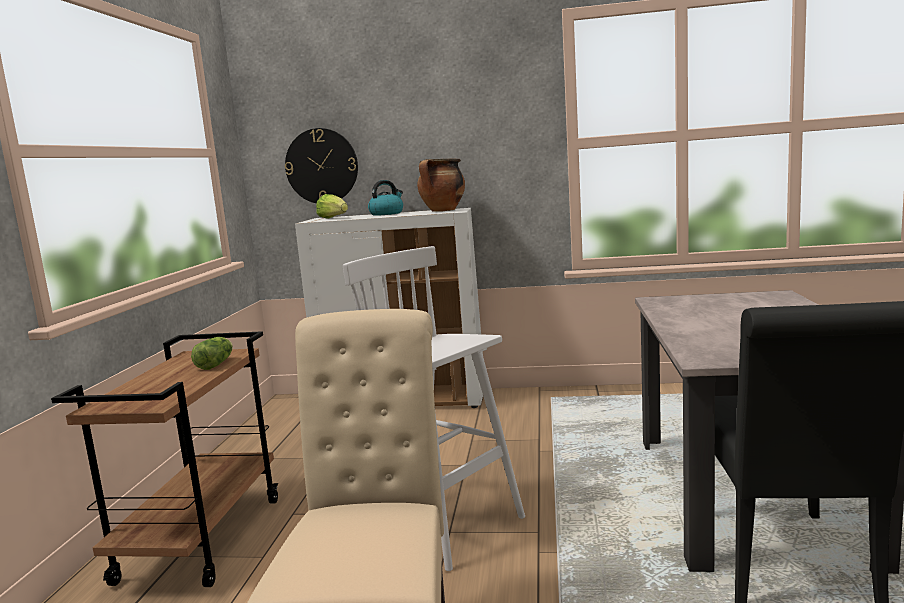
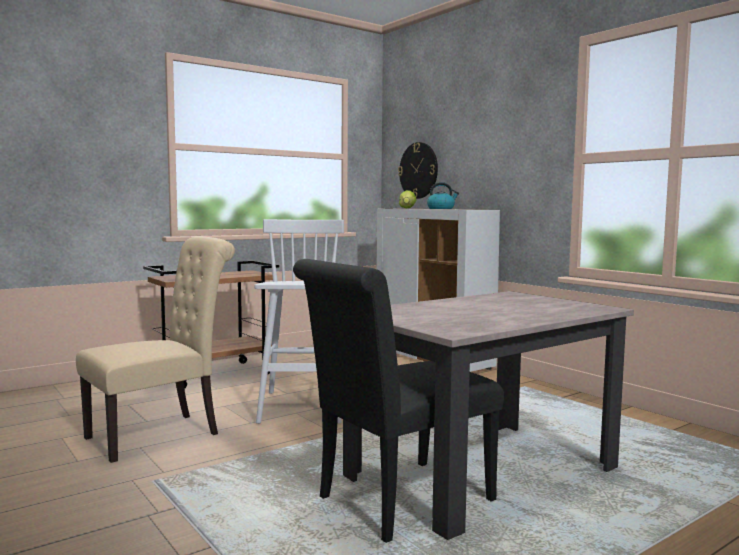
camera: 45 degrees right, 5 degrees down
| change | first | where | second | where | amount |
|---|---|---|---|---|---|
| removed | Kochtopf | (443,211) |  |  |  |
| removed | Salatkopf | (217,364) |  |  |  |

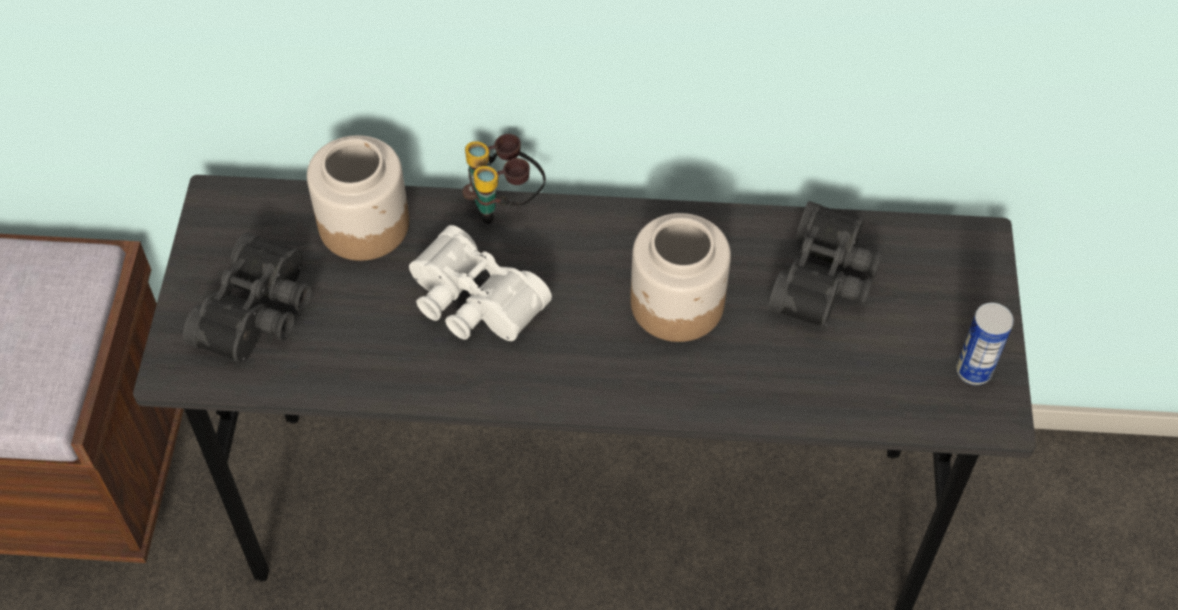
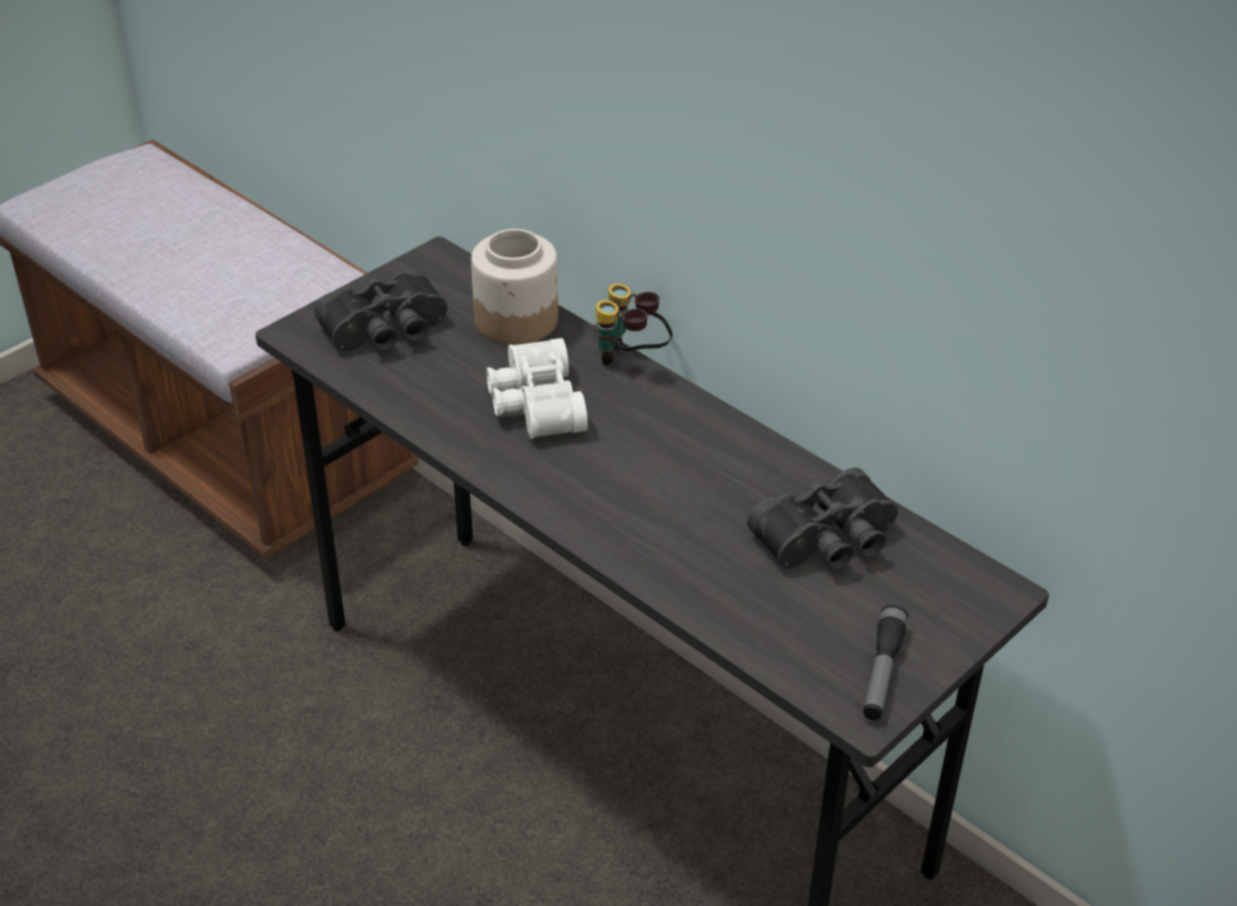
camera: 40 degrees right, 15 degrees down
| change | first | where | second | where | amount |
|---|---|---|---|---|---|
| removed | Vorratsglas | (677,304) |  |  |  |
| replaced | Dose | (973,371) | Taschenlampe | (882,672) |  |

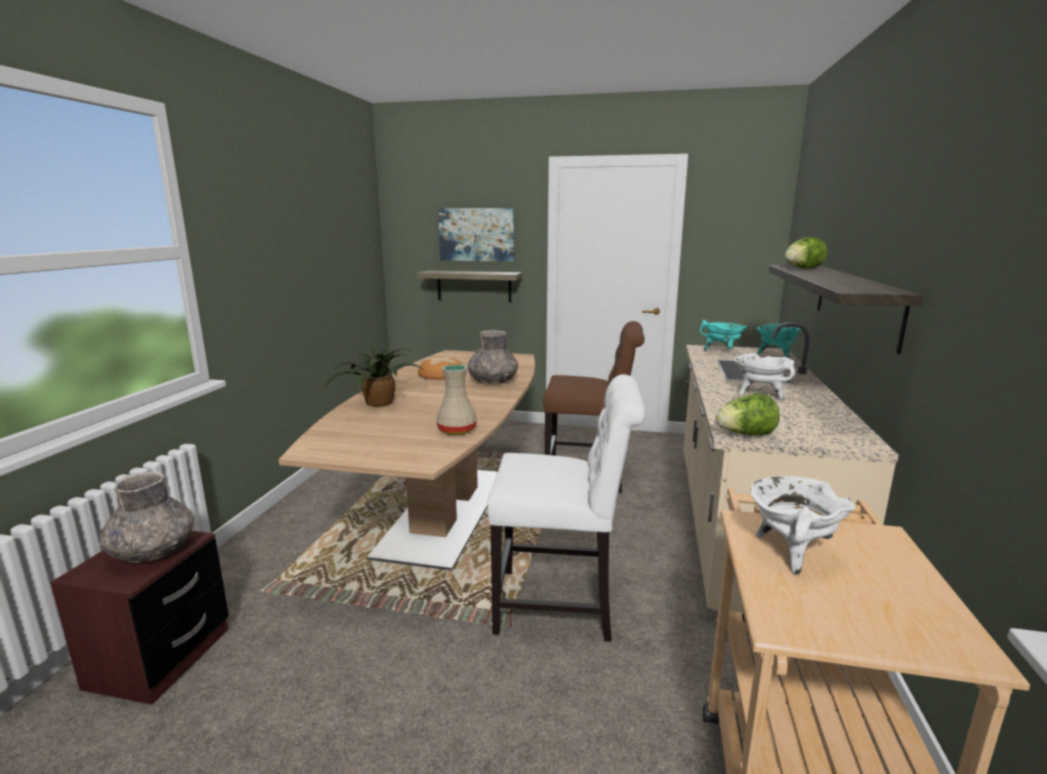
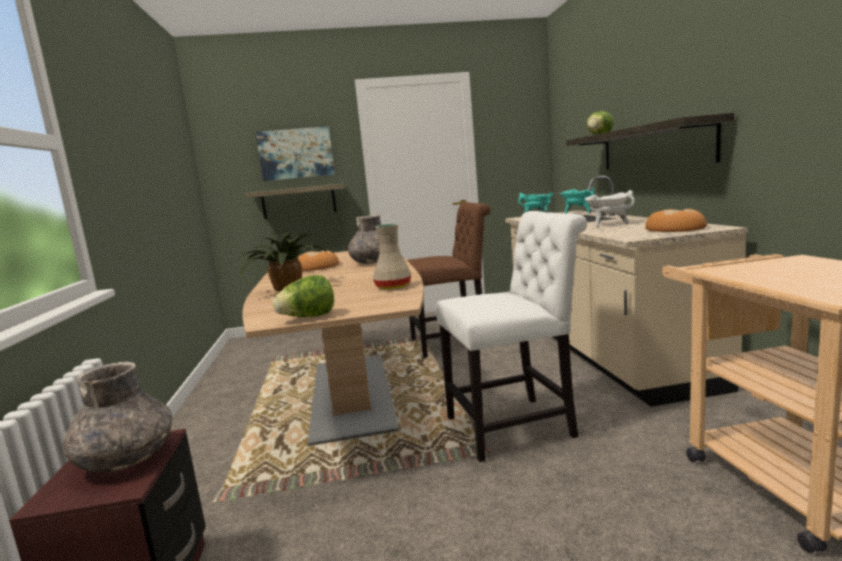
camera: 20 degrees left, 5 degrees down
| change | first | where | second | where | amount |
|---|---|---|---|---|---|
| moved | Salatkopf | (745,434) |  | (308,317) |  |
| removed | Kochtopf [weiß] | (791,552) |  |  |  |
| added |  |  | Brot | (675,229) |  |

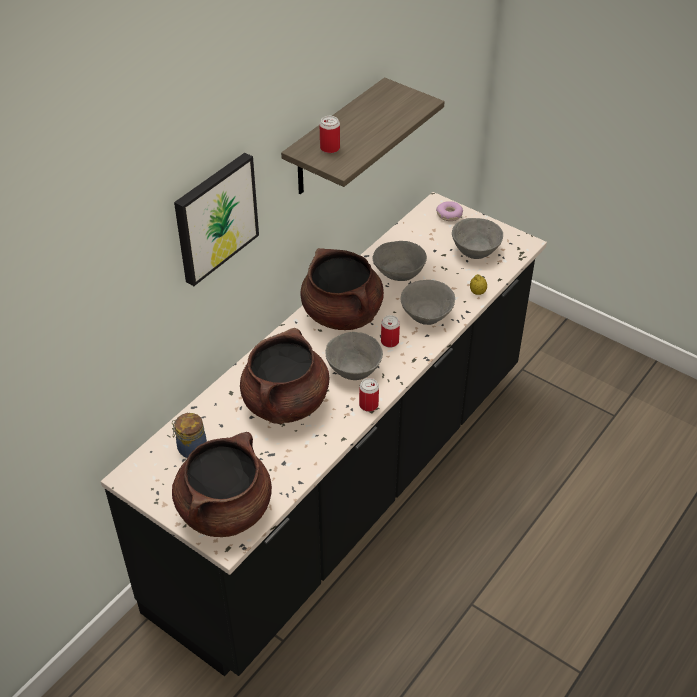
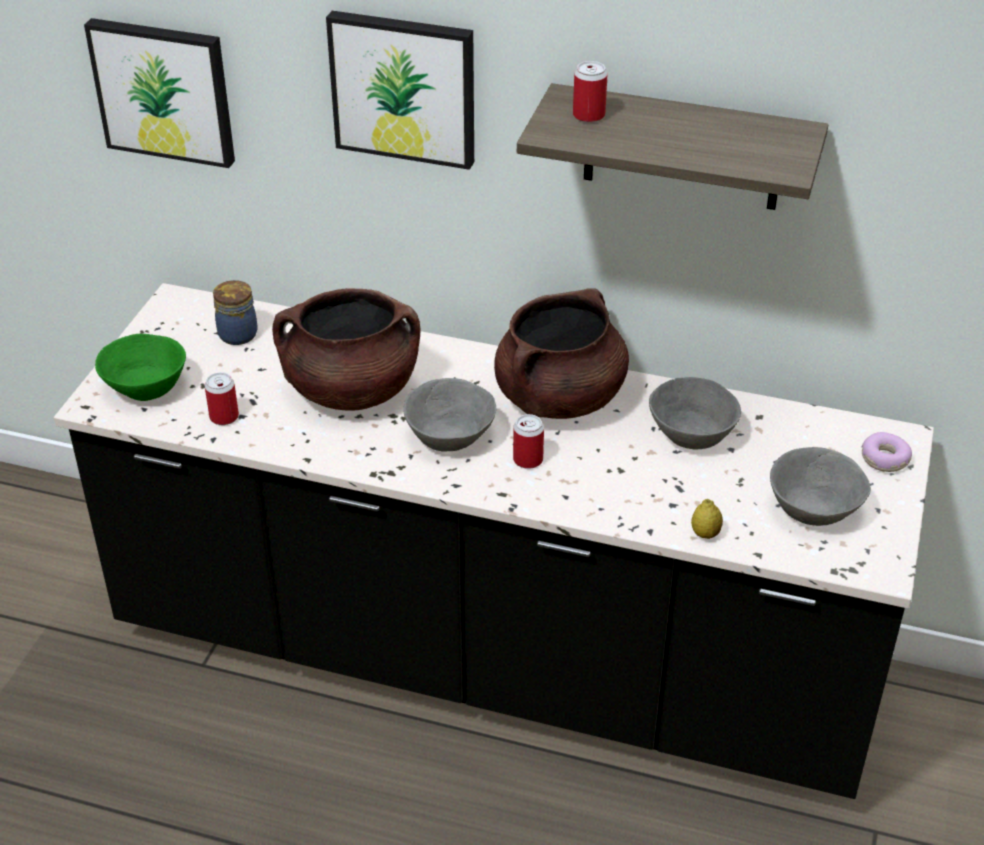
camera: 70 degrees right, 5 degrees down
| change | first | where | second | where | amount |
|---|---|---|---|---|---|
| removed | Schüssel [grau] | (426,314) |  |  |  |
| moved | Dose | (368,405) |  | (224,417) |  |
| replaced | Kochtopf [braun] | (225,509) | Schüssel [grün] | (147,387) |  |
| added |  |  | Bild | (164,90) |  |

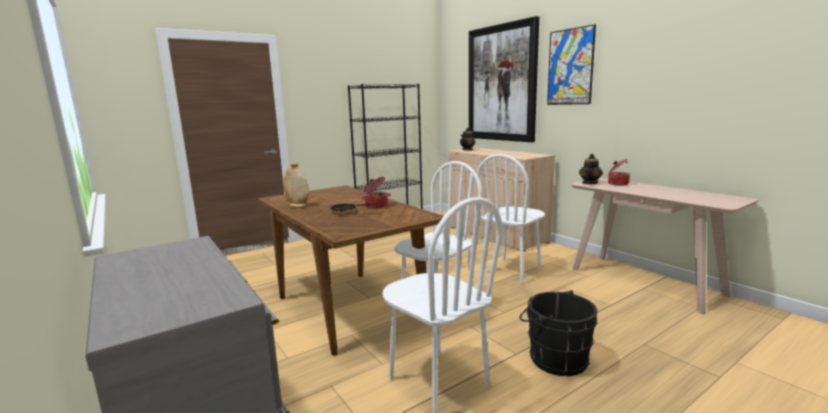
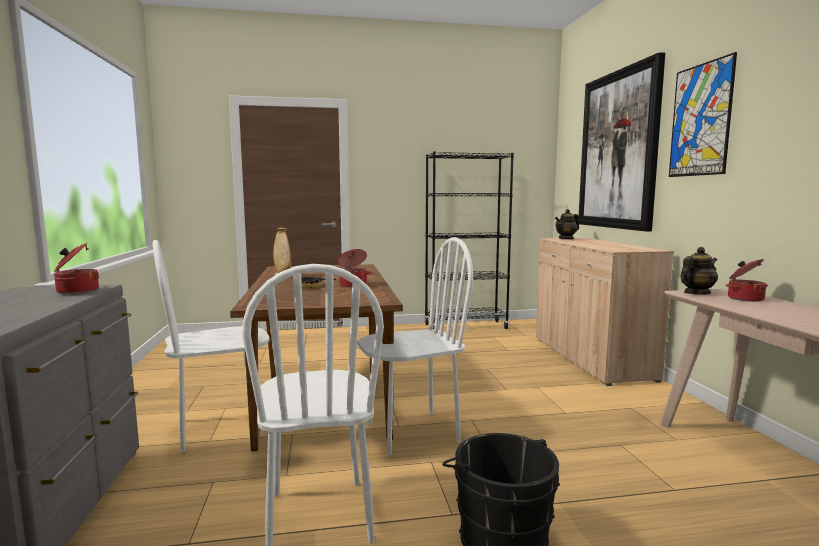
camera: 25 degrees right, 5 degrees down
| change | first | where | second | where | amount |
|---|---|---|---|---|---|
| moved | Stuhl [weiß] | (511,270) |  | (220,428) |  |
| added |  |  | Kochtopf | (76,291) |  |

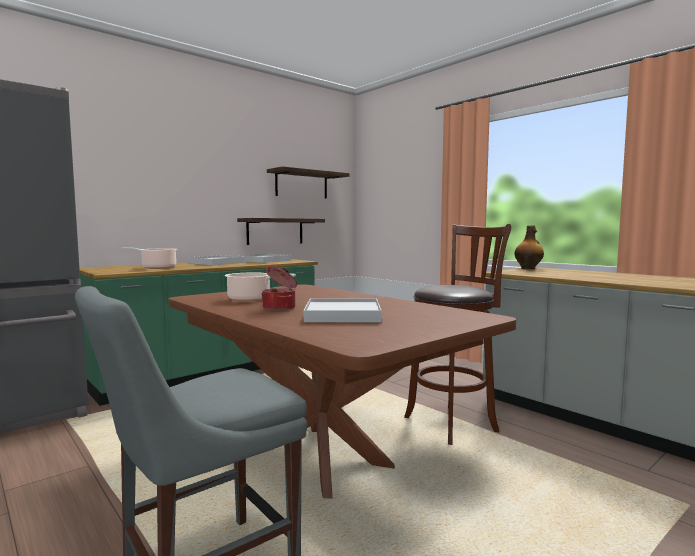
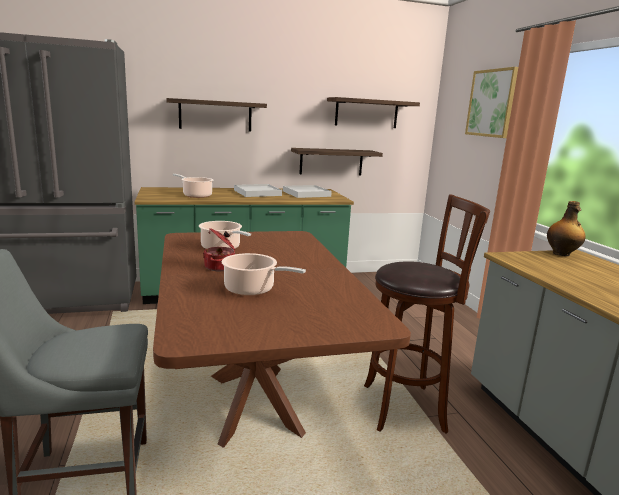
camera: 25 degrees right, 10 degrees up
| change | first | where | second | where | amount |
|---|---|---|---|---|---|
| replaced | Tablett [weiß] | (343,315) | Kochtopf | (252,289) |  |
| added |  |  | Bild | (491,103) |  |
| added |  |  | Wandregal | (215,115) |  |

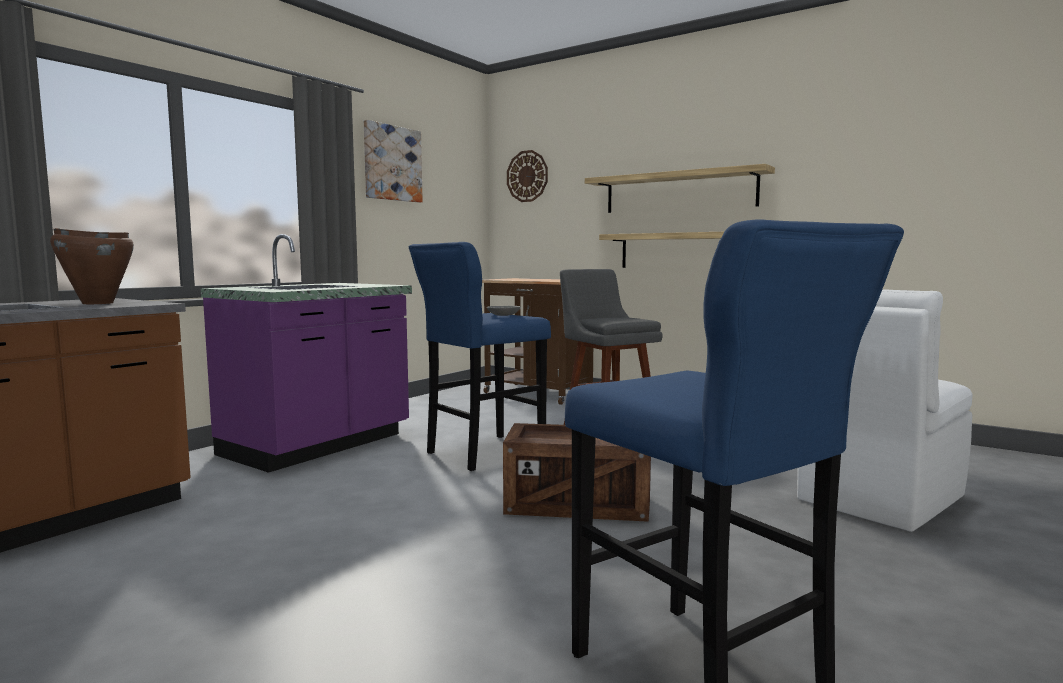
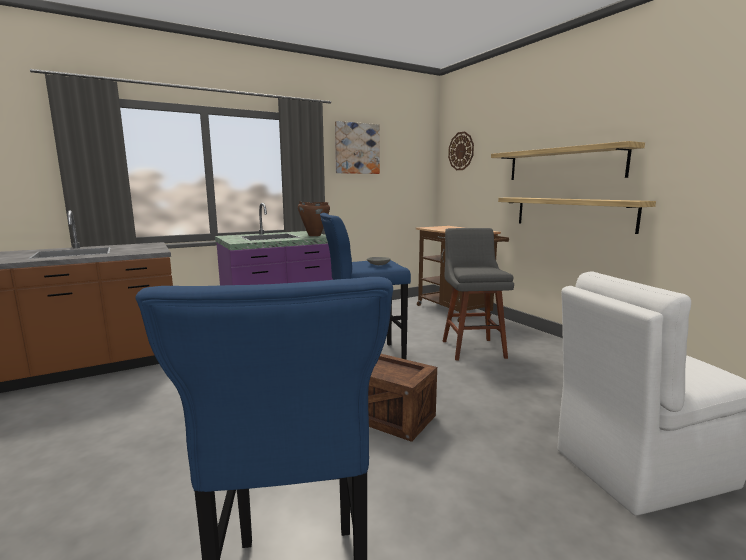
camera: 25 degrees right, 5 degrees up
| change | first | where | second | where | amount |
|---|---|---|---|---|---|
| moved | Kochtopf [braun] | (97,303) |  | (314,235) |  |

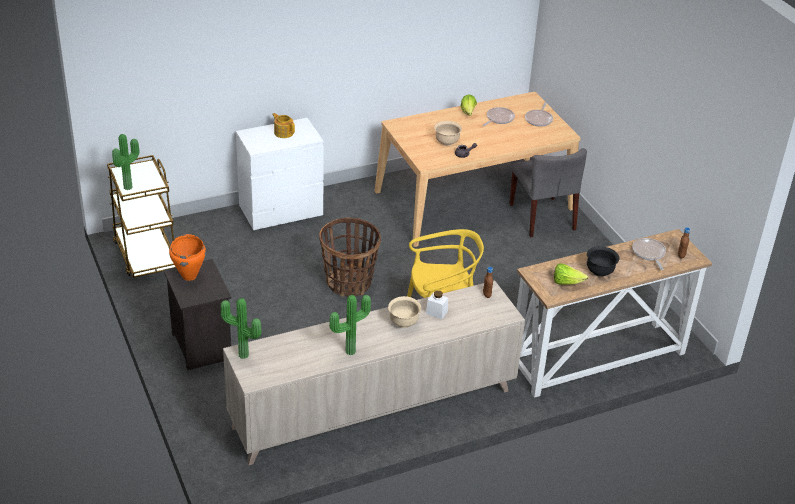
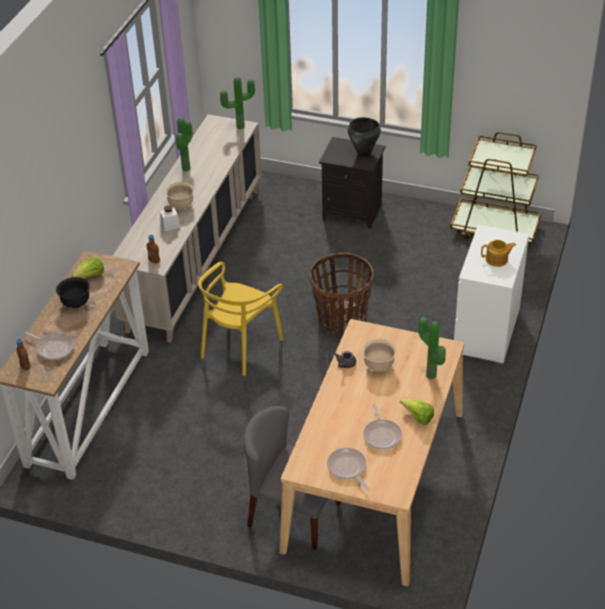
camera: 135 degrees right, 5 degrees up
| change | first | where | second | where | amount |
|---|---|---|---|---|---|
| moved | Topfpflanze | (129,188) |  | (429,376) |  |
| recoloured | Kochtopf [orange] | (189,276) | Kochtopf [schwarz] | (364,153) |  |

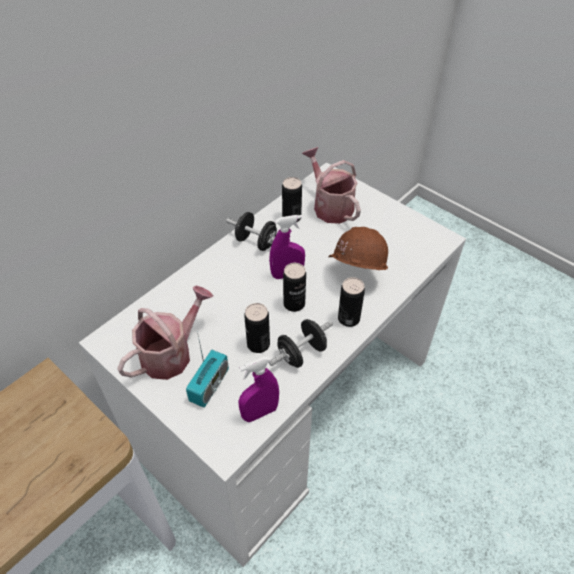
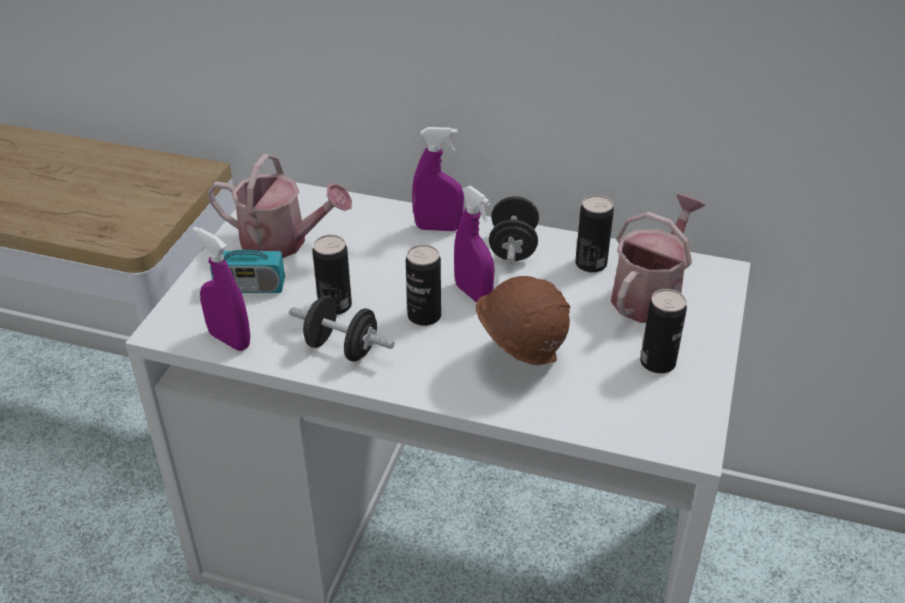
camera: 65 degrees right, 10 degrees down
| change | first | where | second | where | amount |
|---|---|---|---|---|---|
| moved | Dose | (348,318) |  | (657,362) |  |
| added |  |  | Sprühflasche [lila] | (438,228) |  |

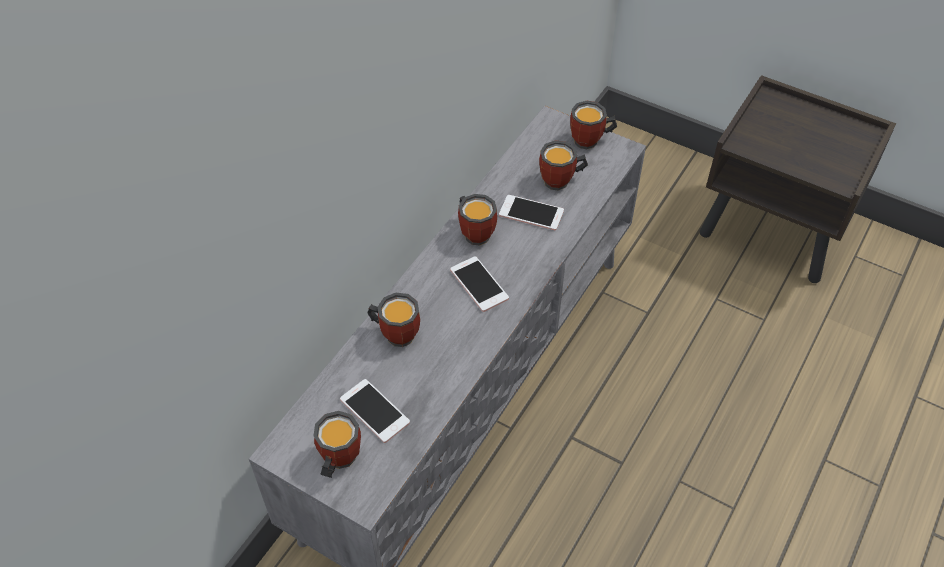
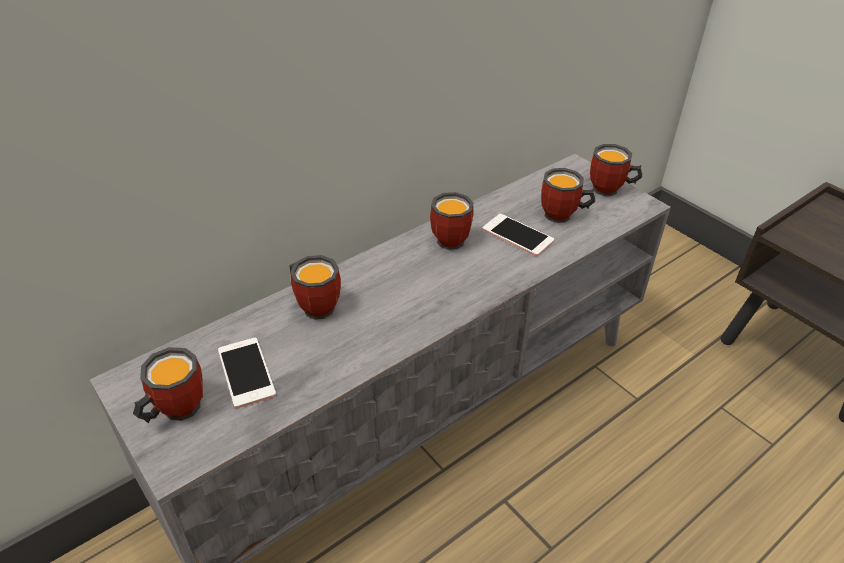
camera: 20 degrees right, 10 degrees down
| change | first | where | second | where | amount |
|---|---|---|---|---|---|
| removed | Handy | (479,284) |  |  |  |

